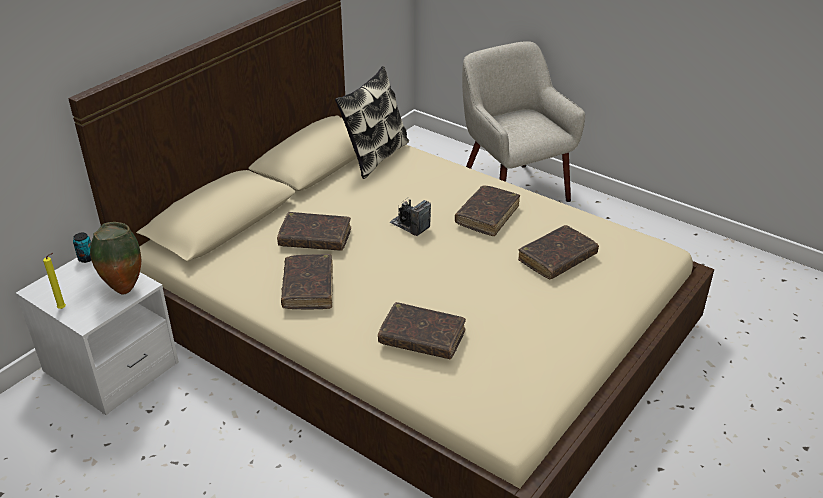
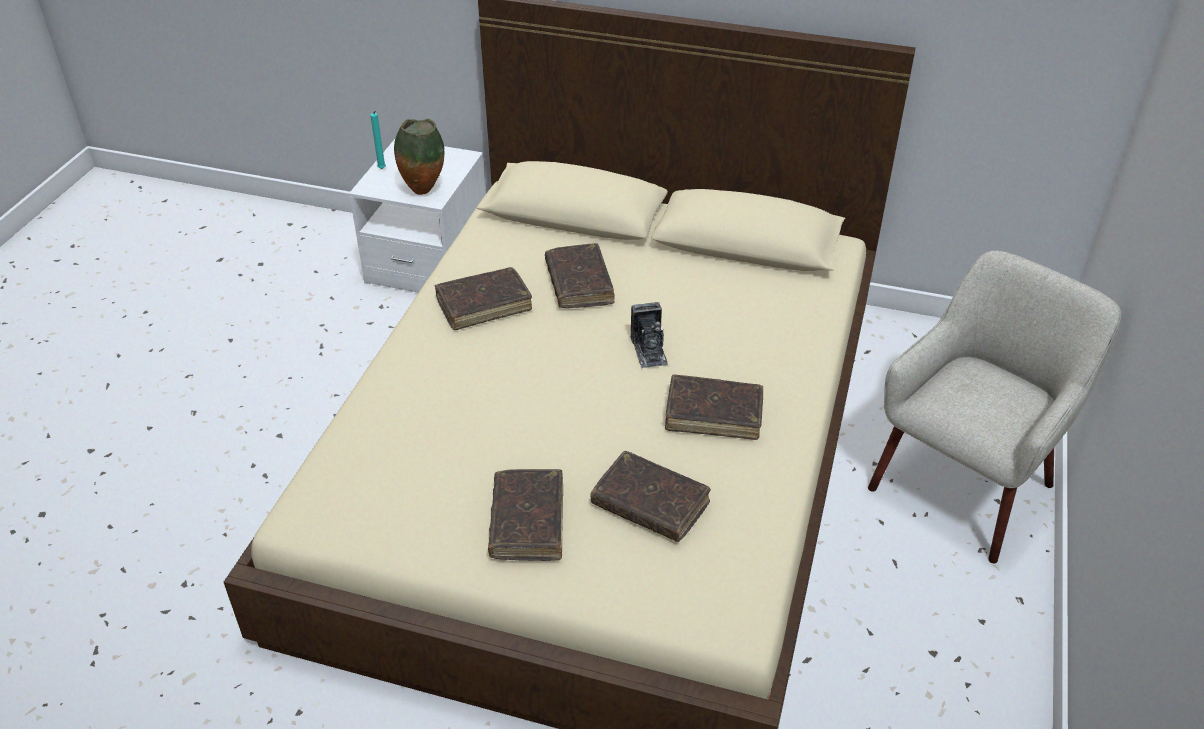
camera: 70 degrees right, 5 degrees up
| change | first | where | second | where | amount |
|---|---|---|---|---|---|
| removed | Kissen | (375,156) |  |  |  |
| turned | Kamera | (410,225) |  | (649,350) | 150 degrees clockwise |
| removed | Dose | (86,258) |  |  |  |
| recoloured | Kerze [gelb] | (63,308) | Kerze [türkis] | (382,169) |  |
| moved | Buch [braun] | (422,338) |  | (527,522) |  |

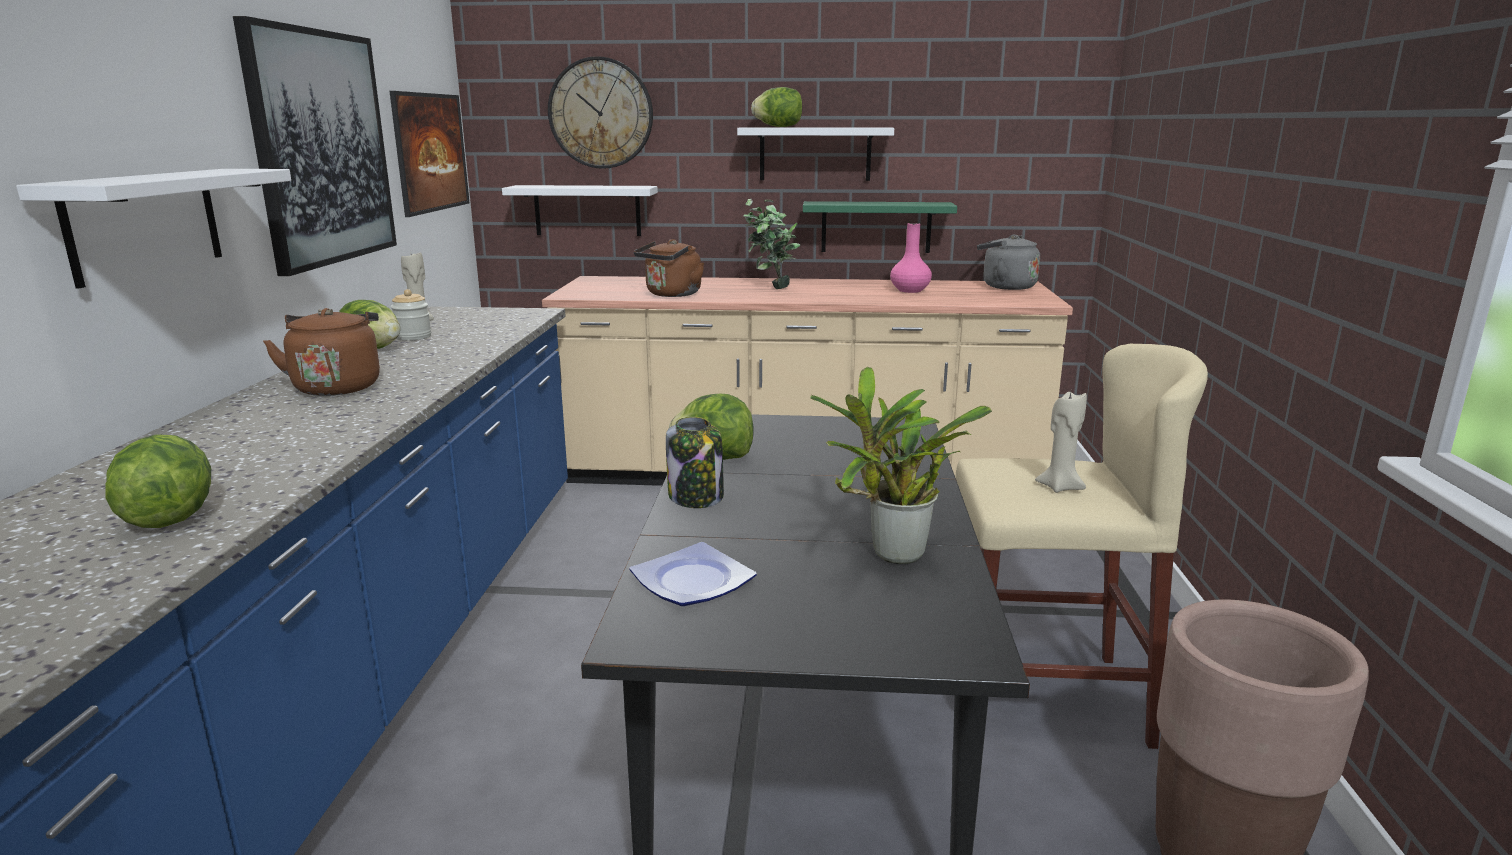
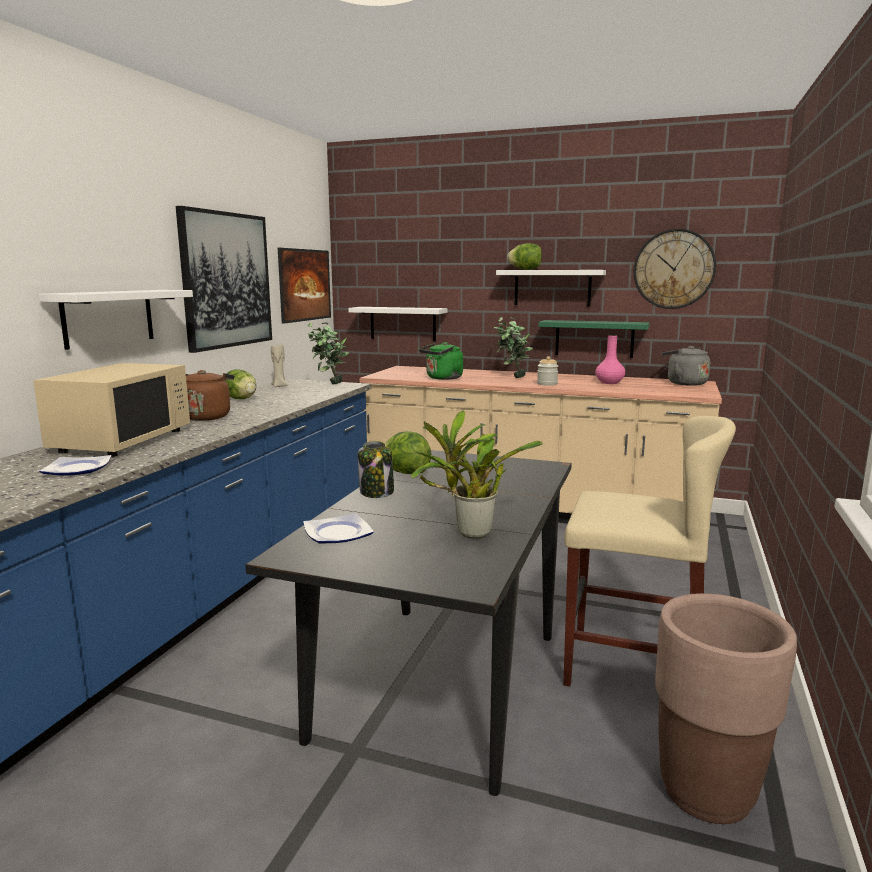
camera: 15 degrees right, 5 degrees down
| change | first | where | second | where | amount |
|---|---|---|---|---|---|
| moved | Wanduhr | (601,113) |  | (674,269) |  |
| recoloured | Wasserkessel [braun] | (671,294) | Wasserkessel [grün] | (442,378) |  |
| moved | Vorratsglas | (413,337) |  | (547,384) |  |
| removed | Kerze [beige] | (1059,487) |  |  |  |
| replaced | Salatkopf | (169,517) | Teller | (76,470) |  |
| added |  |  | Topfpflanze | (328,384) |  |
| added |  |  | Mikrowelle [beige] | (122,441) |  |

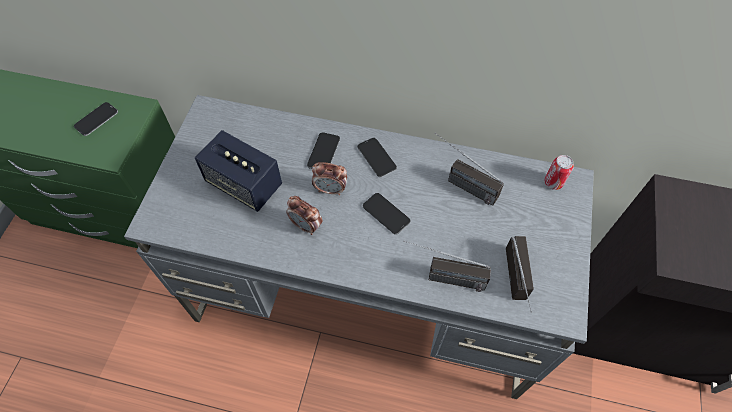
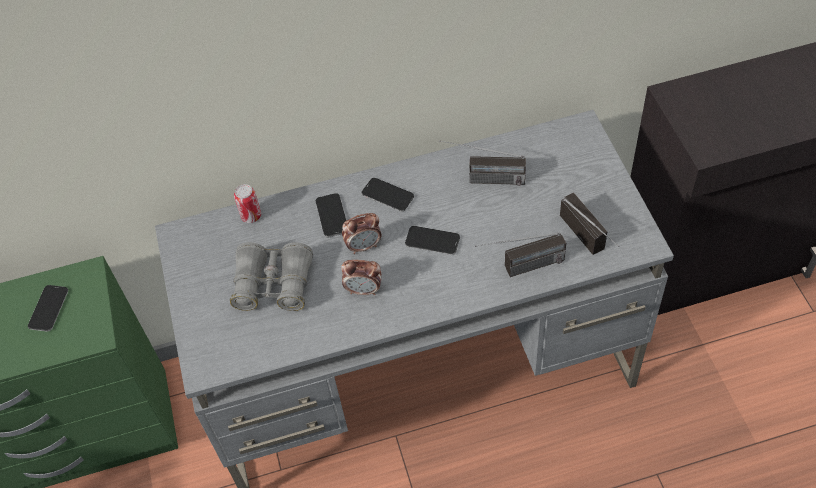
camera: 25 degrees left, 5 degrees down
| change | first | where | second | where | amount |
|---|---|---|---|---|---|
| replaced | Lautsprecher | (244,184) | Fernglas [grau] | (273,284) |  |
| moved | Dose | (553,182) |  | (251,216) |  |

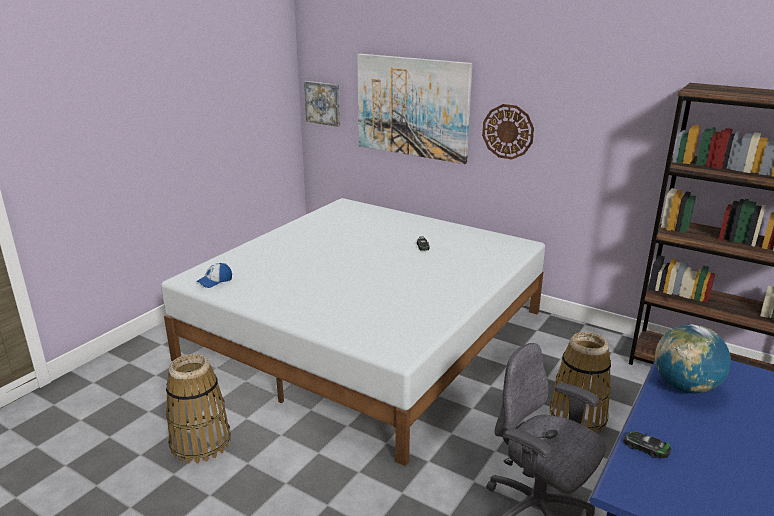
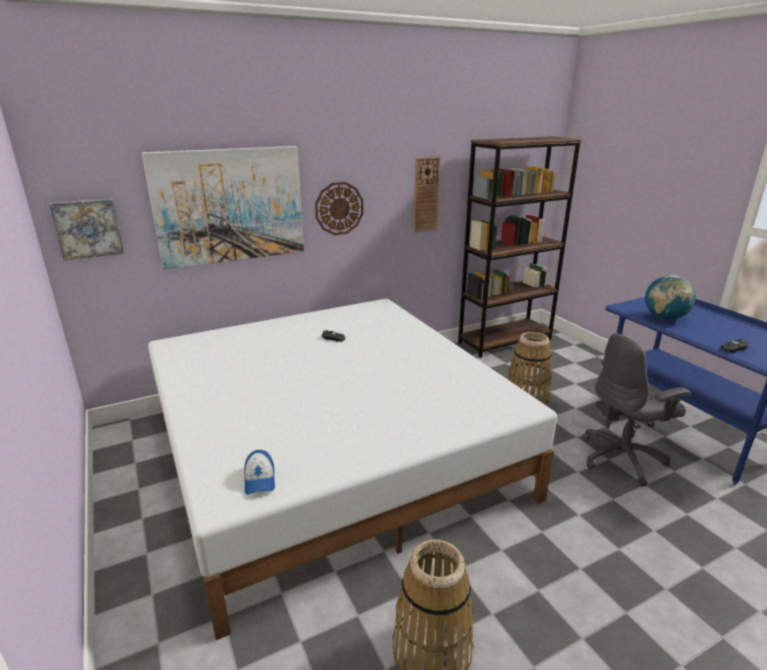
camera: 60 degrees left, 0 degrees up
| change | first | where | second | where | amount |
|---|---|---|---|---|---|
| added |  |  | Wanduhr | (426,195) |  |

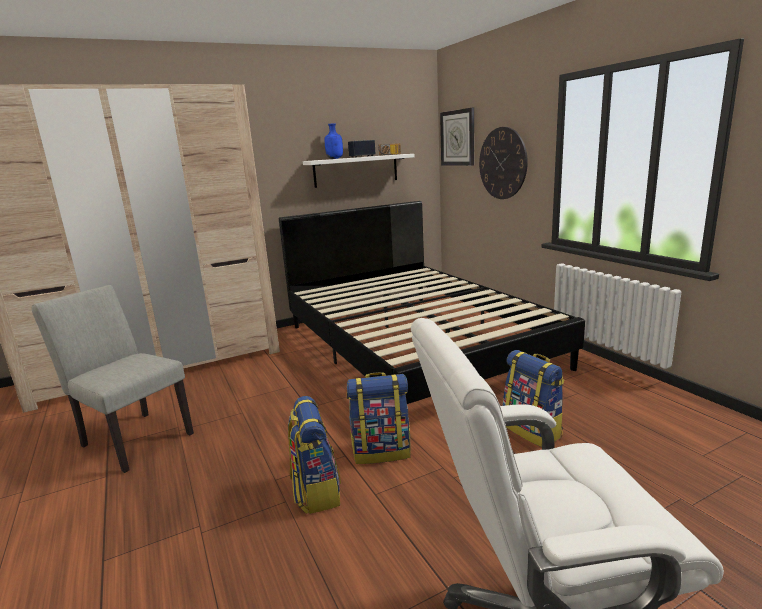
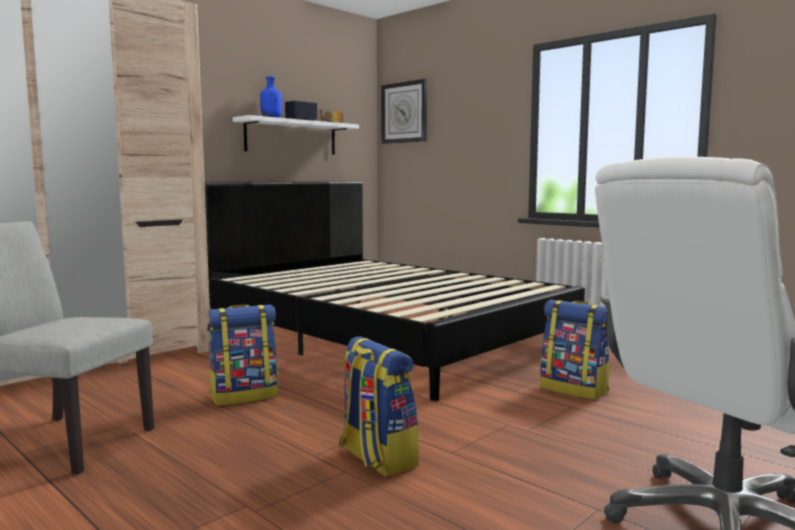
camera: 20 degrees left, 10 degrees down
| change | first | where | second | where | amount |
|---|---|---|---|---|---|
| removed | Wanduhr | (502,163) |  |  |  |
| moved | Rucksack | (381,451) |  | (244,396) |  |

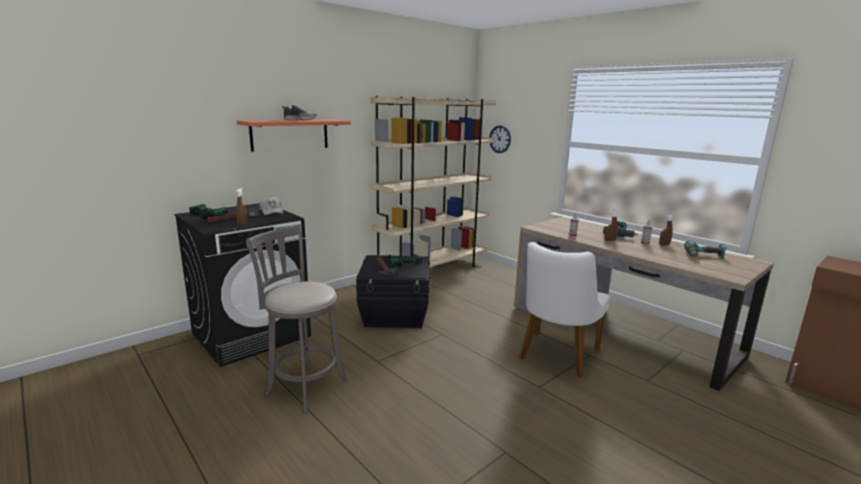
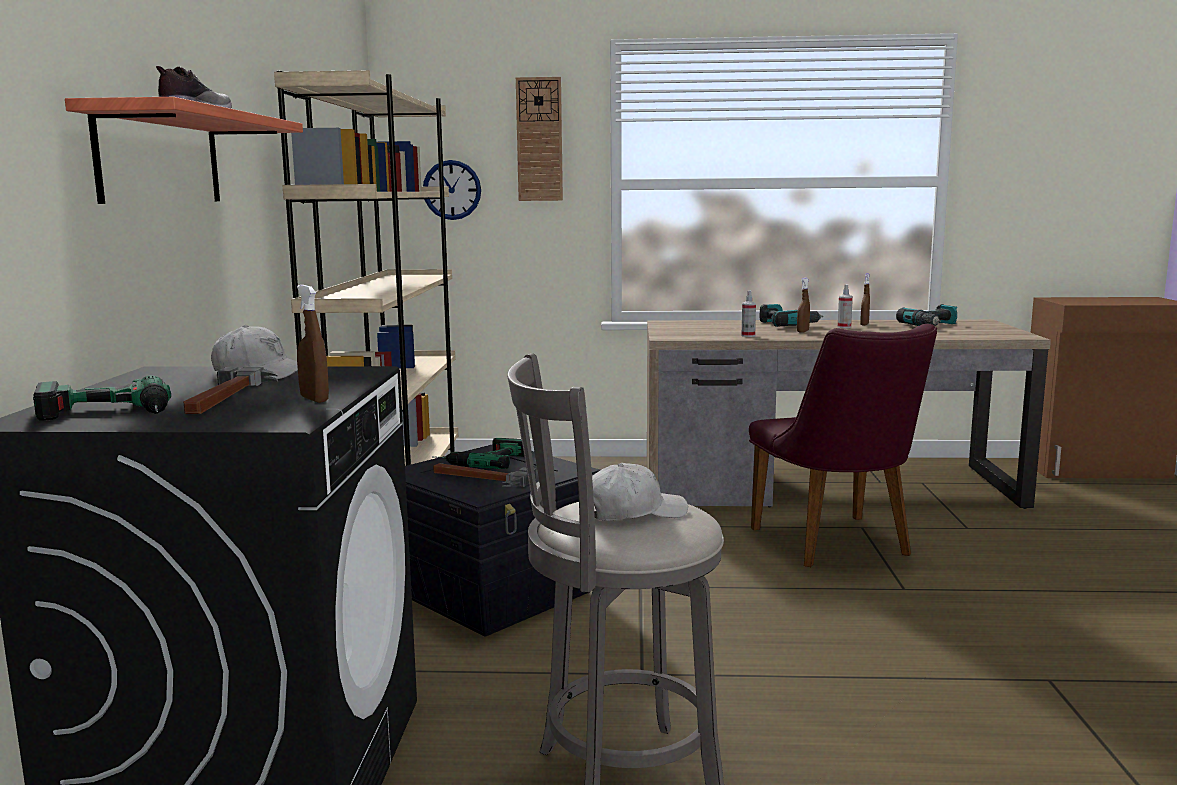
camera: 45 degrees left, 5 degrees down
| change | first | where | second | where | amount |
|---|---|---|---|---|---|
| recoloured | Stuhl [weiß] | (555,357) | Stuhl [lila] | (838,546) |  |
| added |  |  | Wanduhr | (539,139) |  |
| added |  |  | Kappe [weiß] | (633,512) |  |

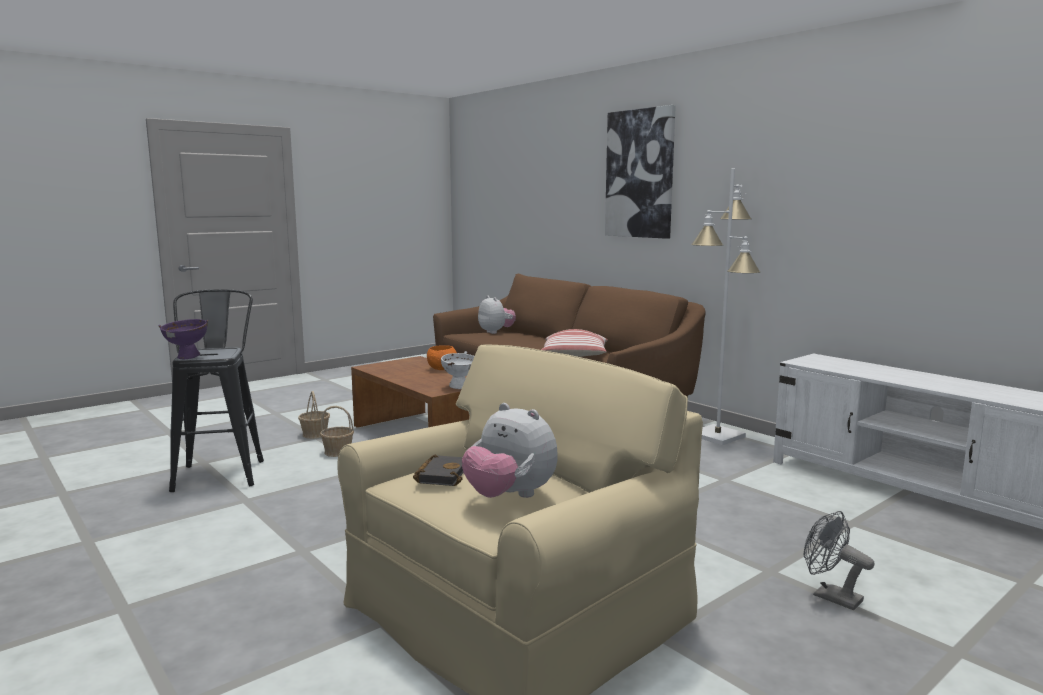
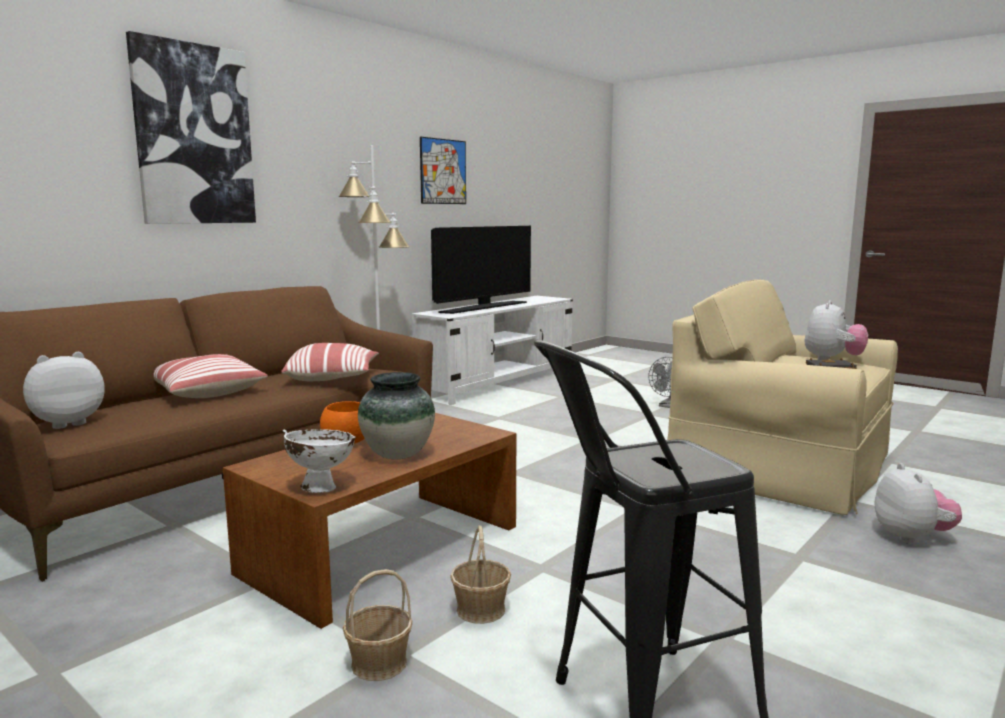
camera: 100 degrees left, 0 degrees up
| change | first | where | second | where | amount |
|---|---|---|---|---|---|
| removed | Schüssel [lila] | (187,357) |  |  |  |
| moved | Schüssel [weiß] | (460,387) |  | (320,488) |  |
| added |  |  | Bild | (443,171) |  |
| added |  |  | Fernseher | (484,308) |  |
| added |  |  | Kissen | (205,392) |  |
| added |  |  | Vase | (397,455) |  |
| added |  |  | Plüschtier | (912,537) |  |

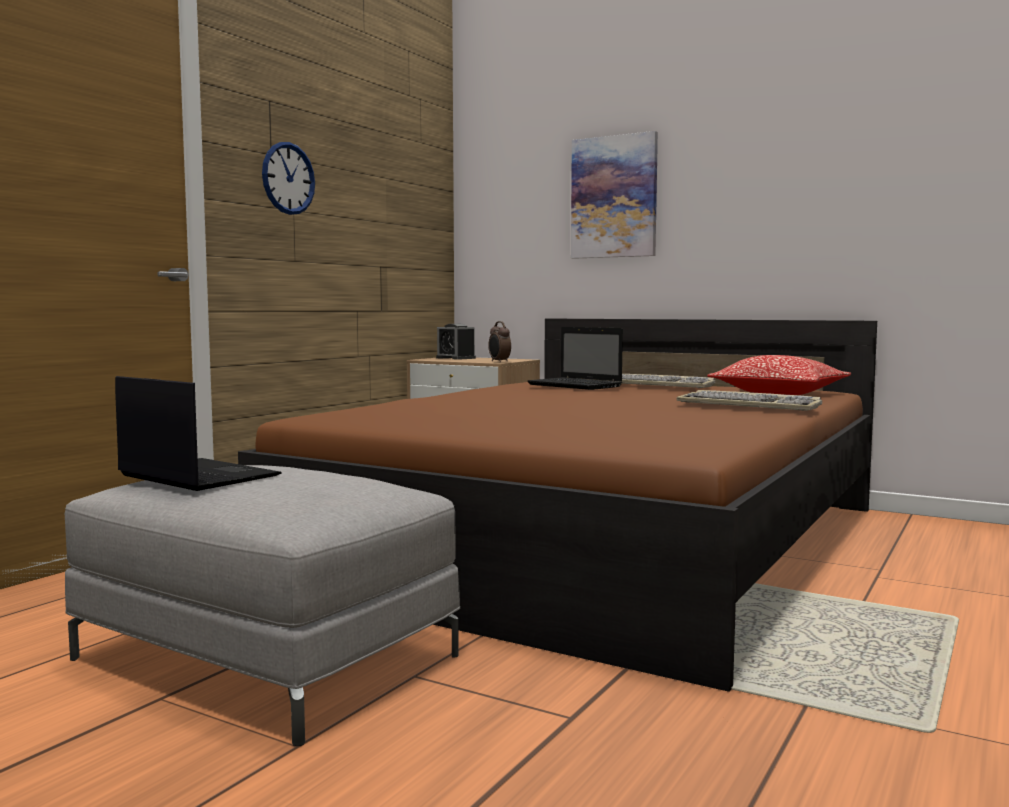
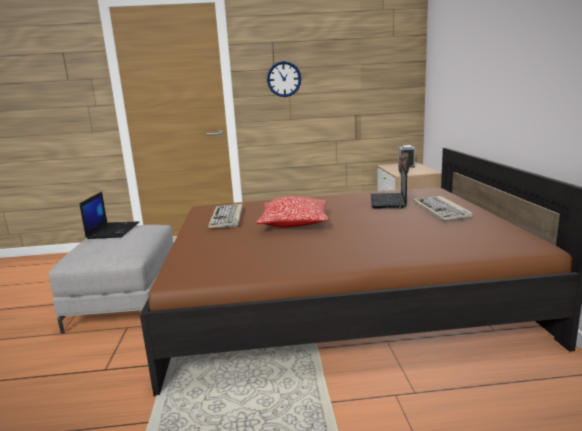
camera: 55 degrees right, 10 degrees up
| change | first | where | second | where | amount |
|---|---|---|---|---|---|
| removed | Bild | (614,197) |  |  |  |
| moved | Kissen | (779,394) |  | (294,223) |  |
| moved | Tastatur | (750,406) |  | (227,218) |  |

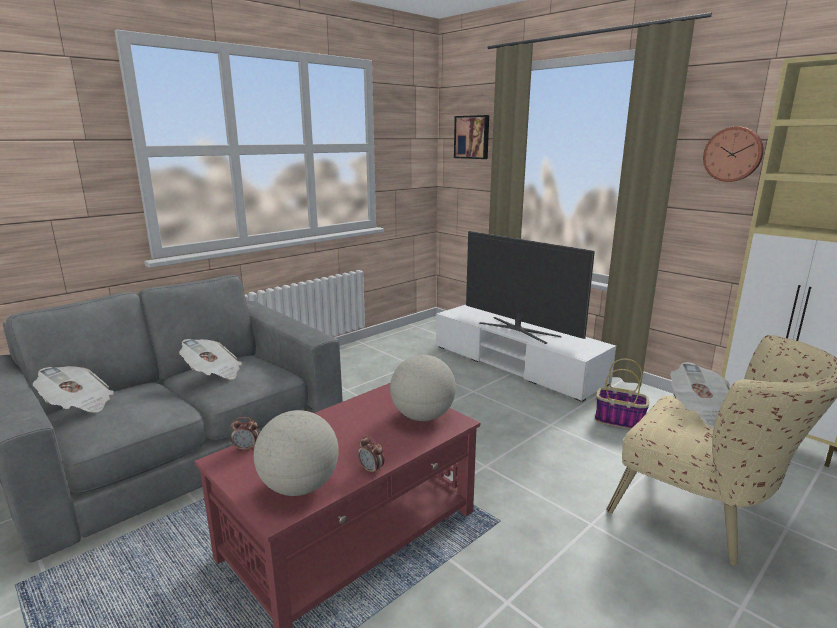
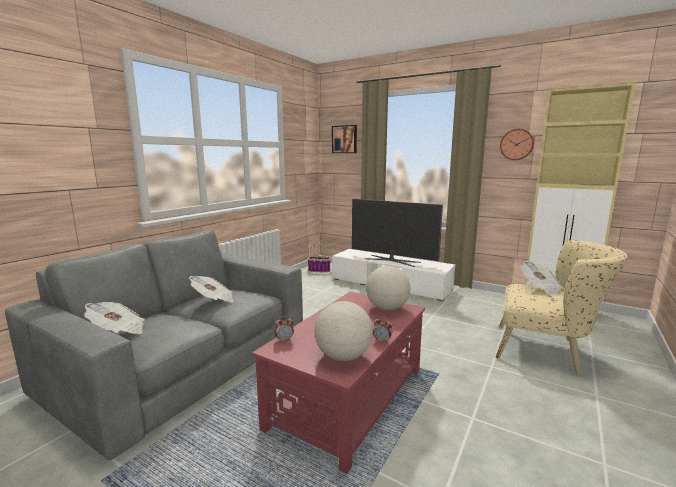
camera: 15 degrees left, 5 degrees down
| change | first | where | second | where | amount |
|---|---|---|---|---|---|
| moved | Korb | (620,421) |  | (319,270) |  |

